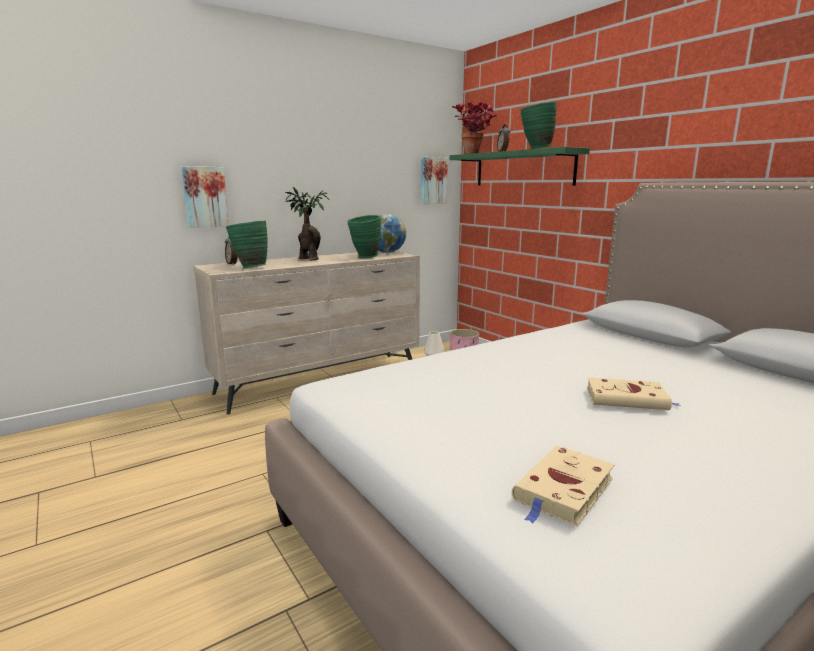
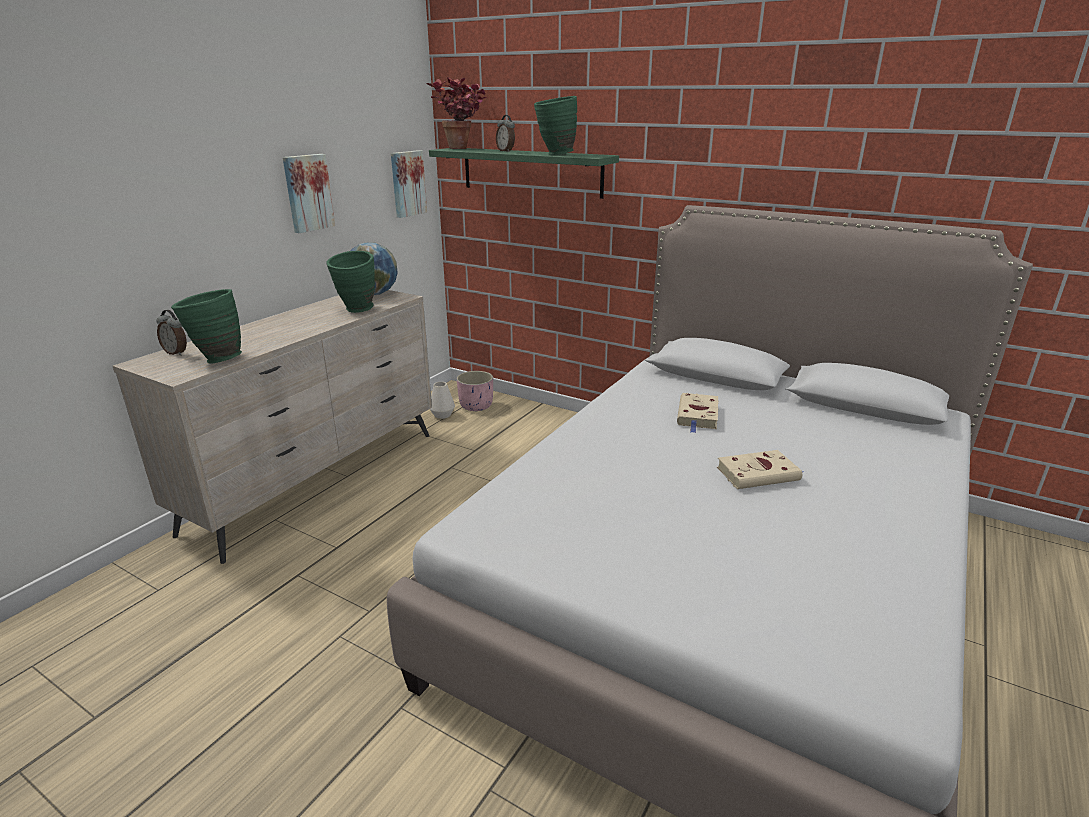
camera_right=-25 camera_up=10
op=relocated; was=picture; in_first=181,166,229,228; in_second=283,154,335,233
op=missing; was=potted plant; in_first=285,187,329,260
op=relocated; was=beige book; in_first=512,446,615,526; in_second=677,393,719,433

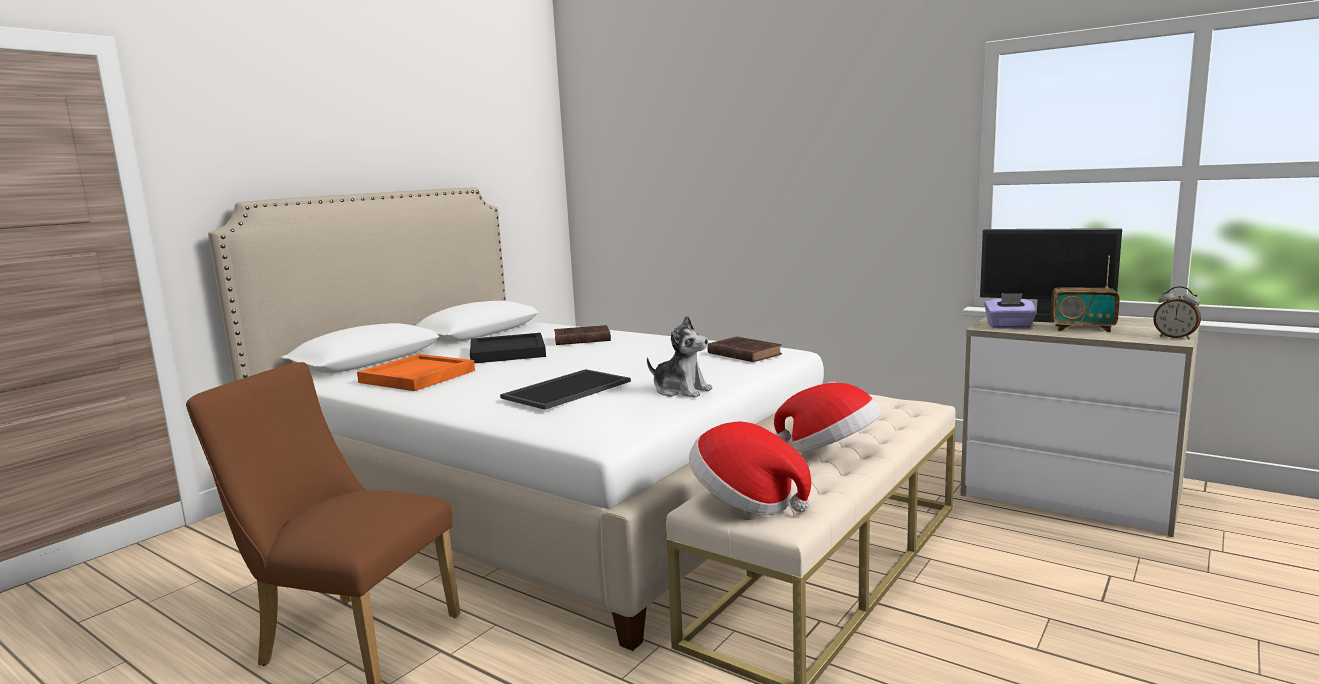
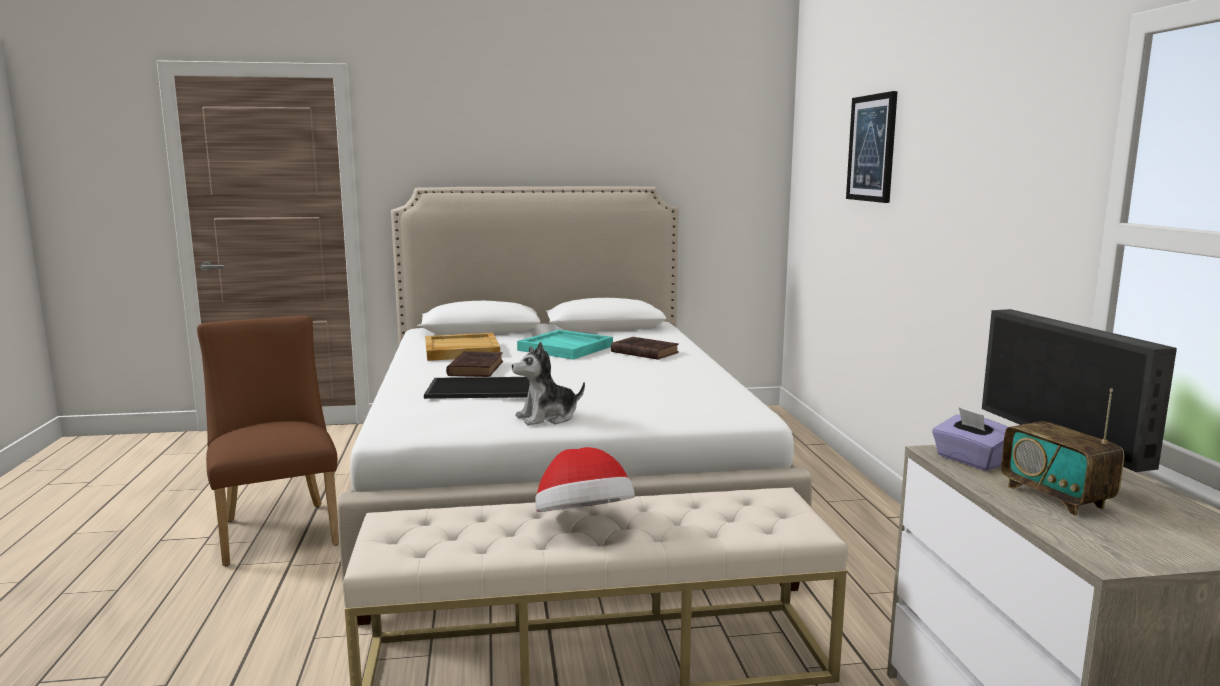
camera_right=45 camera_up=0
op=colour; was=orange tray; now=beige tray; in_first=357,354,475,391; in_second=425,333,500,361
op=colour; was=black tray; now=turquoise tray; in_first=470,333,546,364; in_second=517,330,613,360
op=spun; was=plush toy; in_first=647,316,712,398; in_second=512,342,585,426; clockwise=75
op=missing; was=hat; in_first=689,421,811,515
op=relocated; was=brown book; in_first=707,336,782,362; in_second=446,351,503,377
op=missing; was=alarm clock; in_first=1153,286,1201,339
op=appeared; now=picture; in_second=846,91,898,203

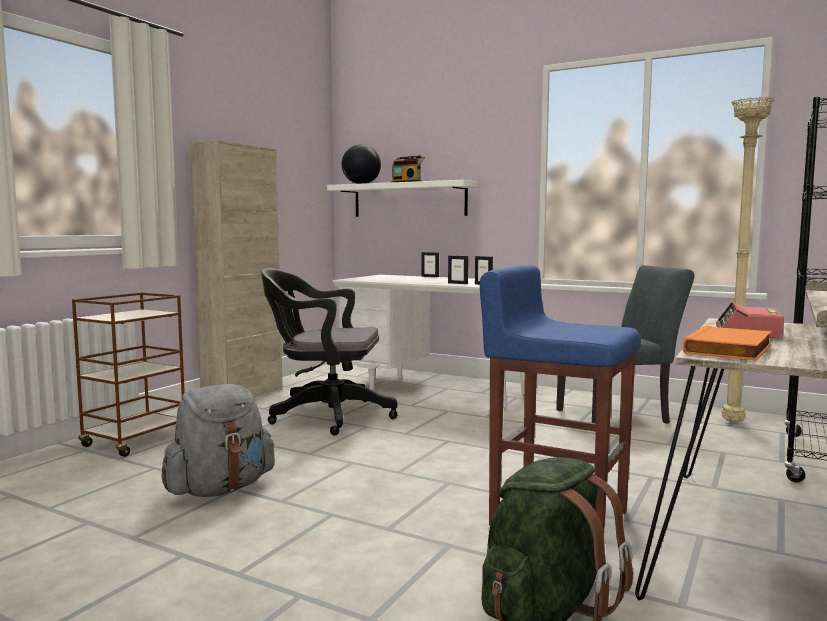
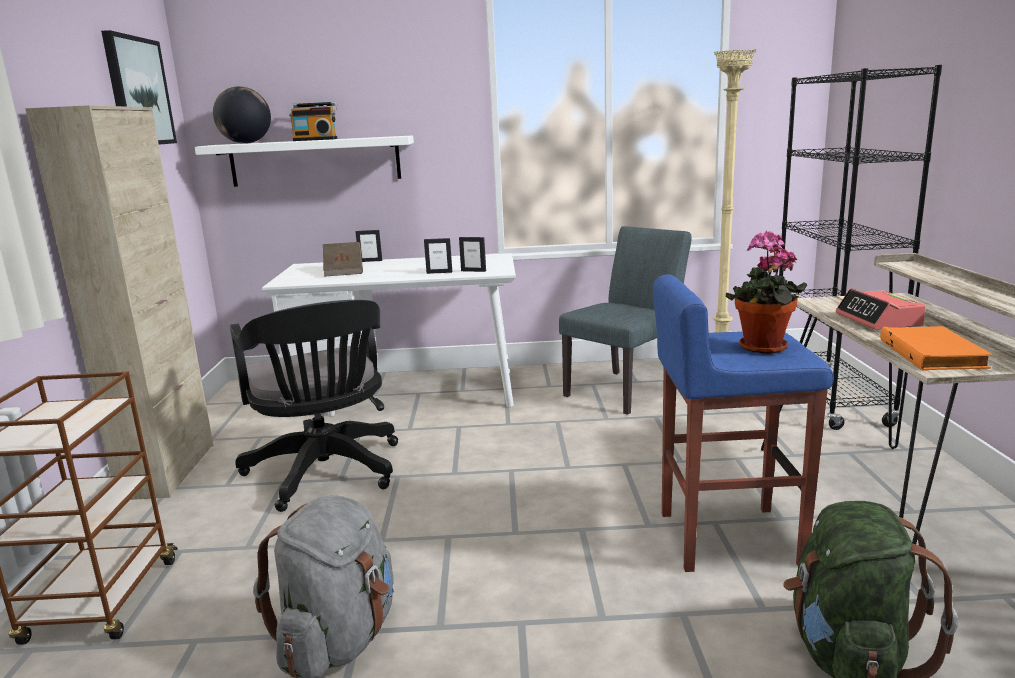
camera_right=-30 camera_up=10
op=spun; was=black office chair; in_first=261,268,397,435; in_second=230,300,398,512; clockwise=-90
op=appeared; now=picture; in_second=101,30,177,145
op=appeared; now=brown book; in_second=323,242,363,277
op=appeared; now=potted plant; in_second=726,230,807,354

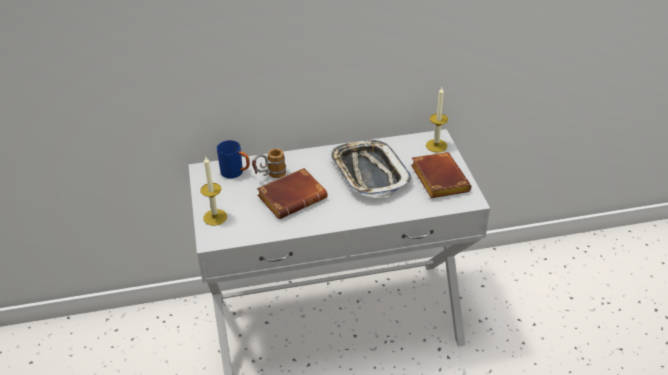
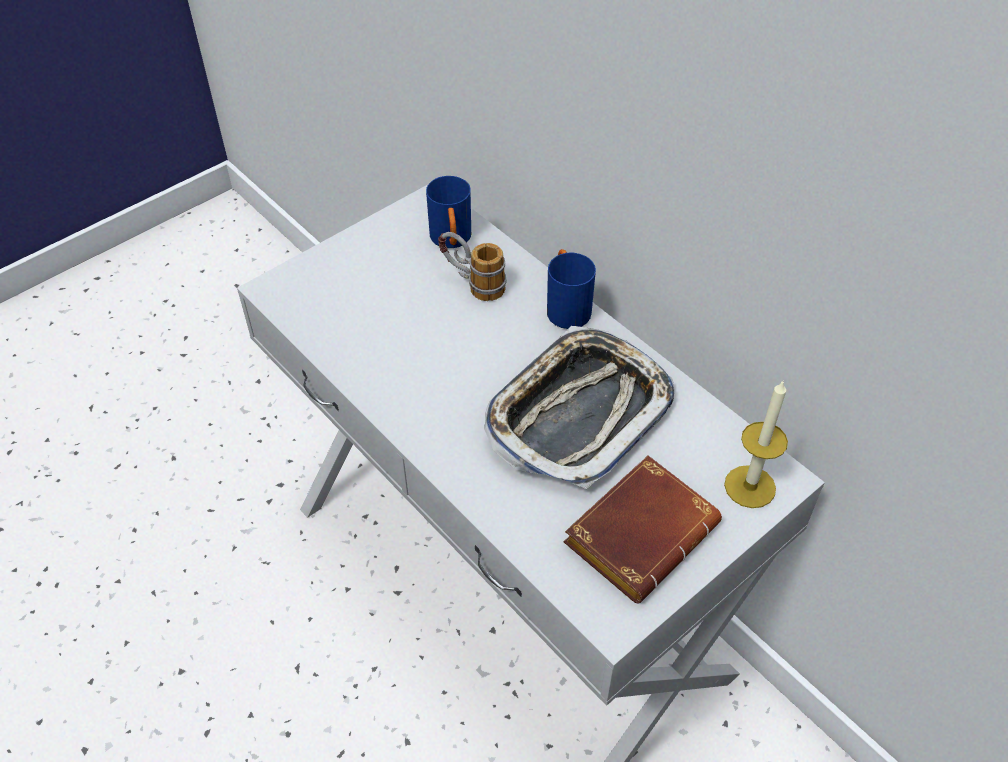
camera_right=60 camera_up=10
op=missing; was=candle; in_first=200,157,227,226
op=missing; was=brown book; in_first=257,168,327,219
op=appeared; now=blue mug; in_second=547,249,596,329

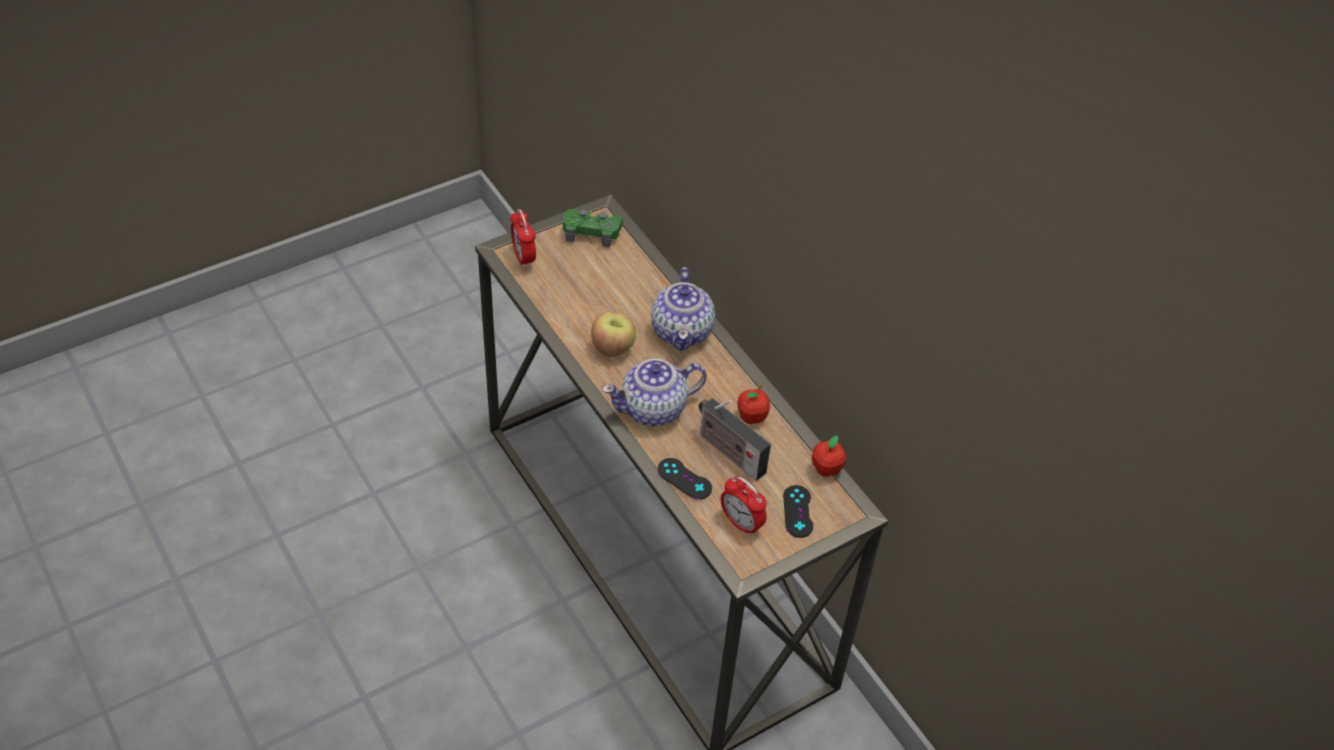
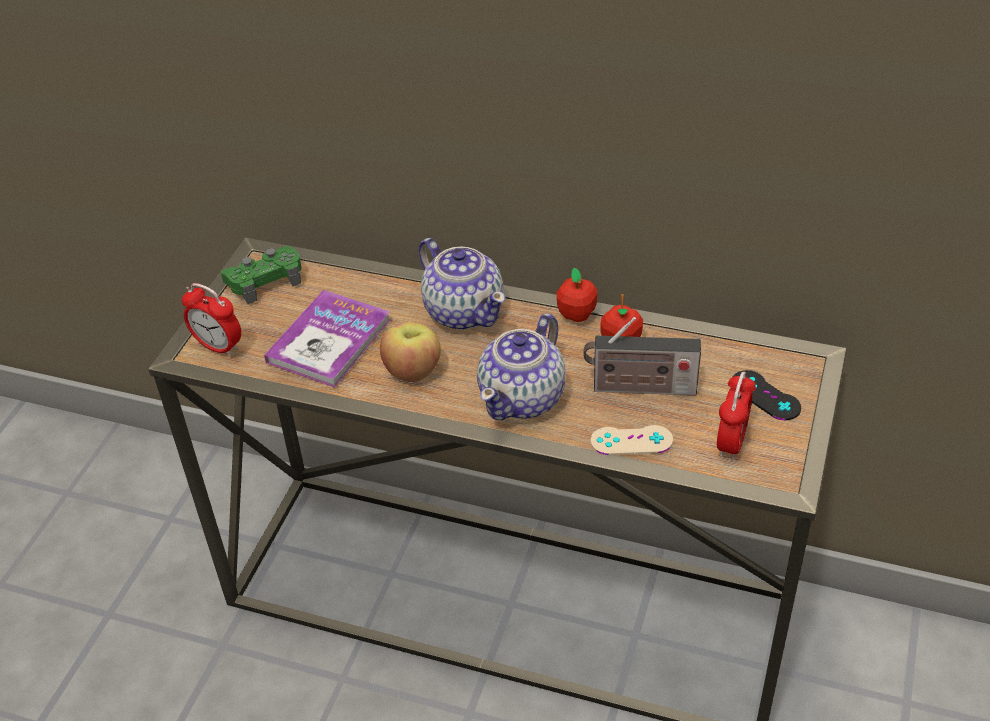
camera_right=-35 camera_up=-5
op=colour; was=black game controller; now=beige game controller; in_first=657,458,712,499; in_second=591,425,673,455
op=spun; was=alarm clock; in_first=721,477,767,536; in_second=717,372,756,461; clockwise=-75
op=relocated; was=apple; in_first=812,435,846,477; in_second=557,268,597,322
op=appeared; now=book; in_second=264,290,391,388

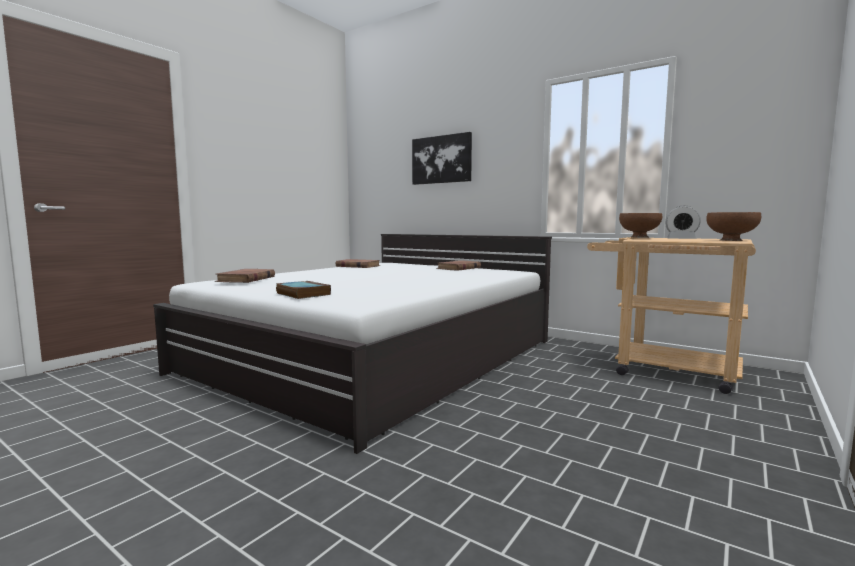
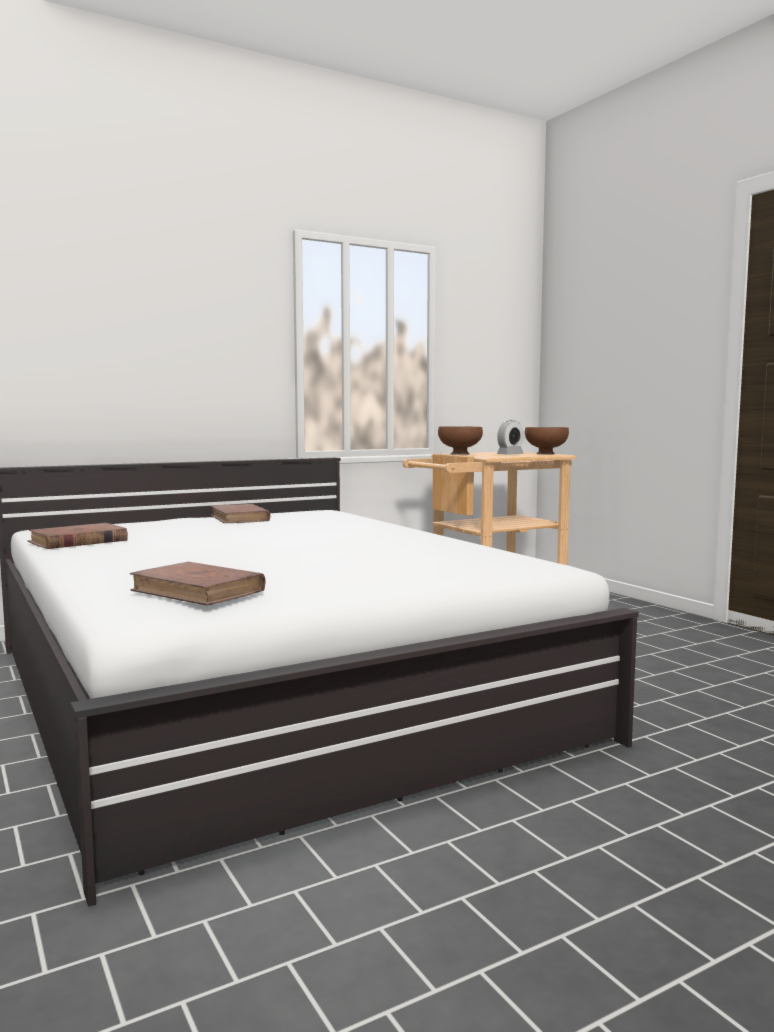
camera_right=-65 camera_up=0
op=missing; was=book; in_first=276,281,331,299
op=missing; was=picture; in_first=412,132,472,185

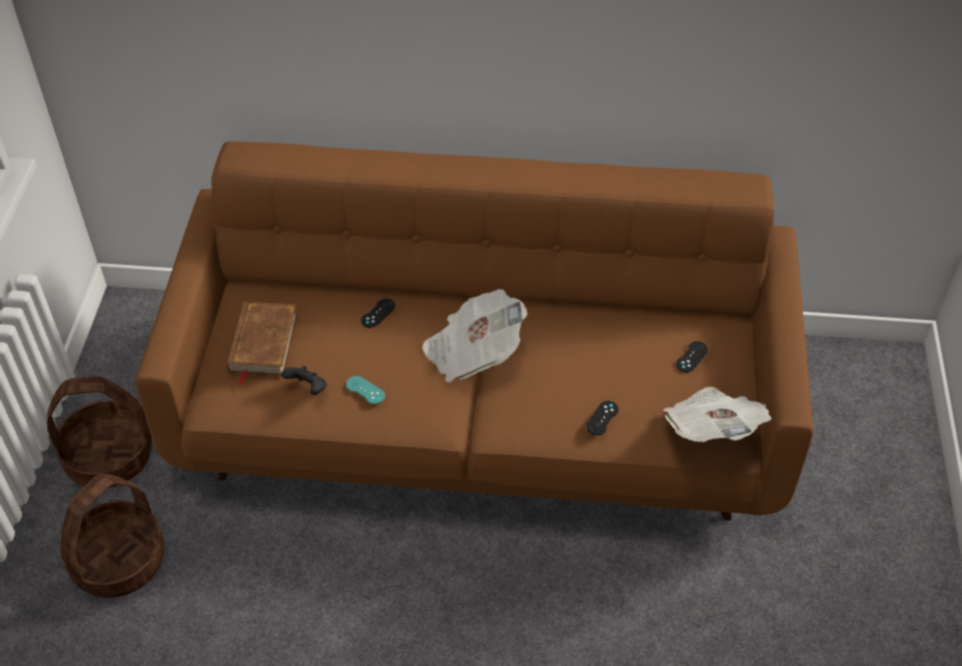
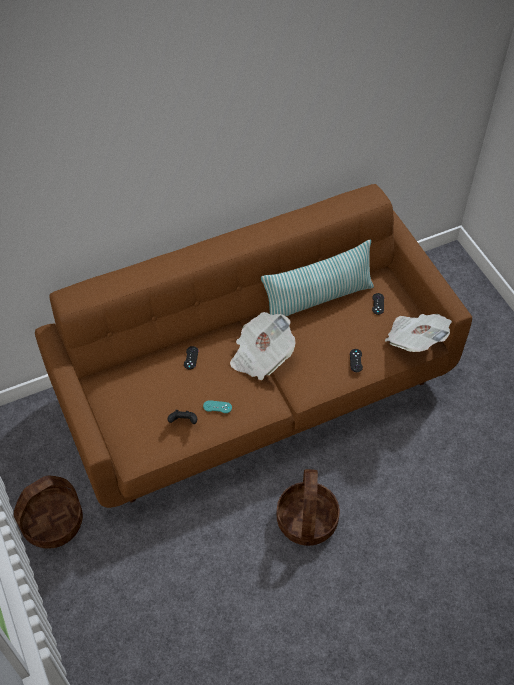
camera_right=-30 camera_up=5
op=relocated; was=basket; in_first=60,474,165,598; in_second=277,469,340,546
op=missing; was=brown book; in_first=227,301,298,385
op=appeared; now=pillow; in_second=261,240,374,316

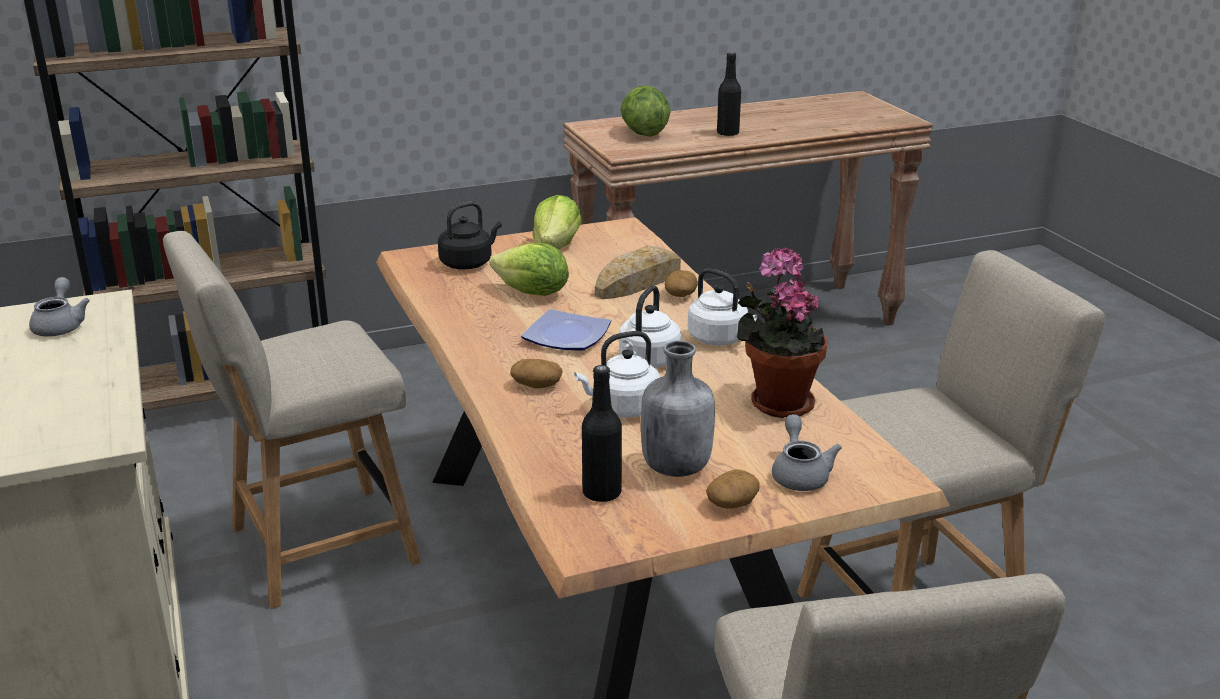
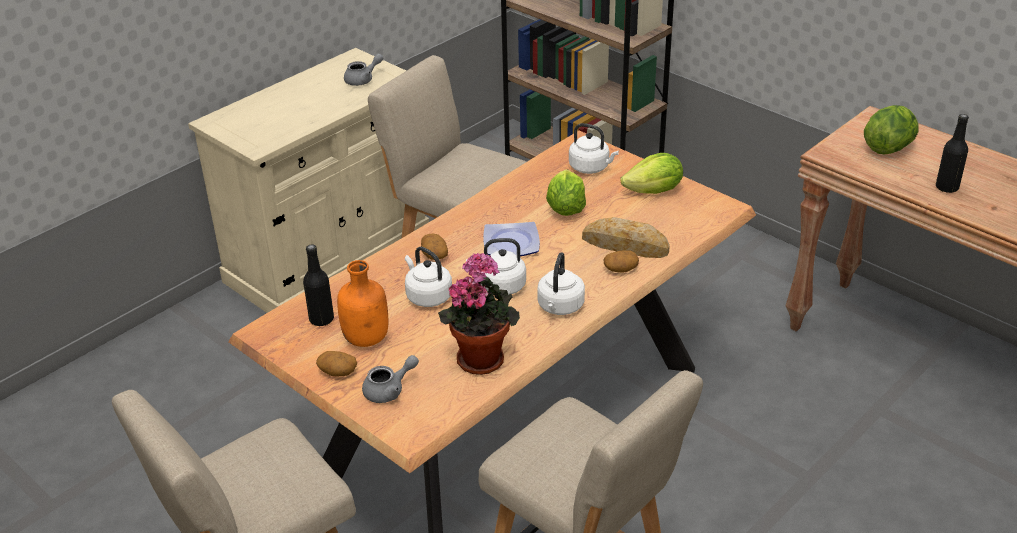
camera_right=65 camera_up=10
op=colour; was=black kettle; now=white kettle; in_first=438,202,502,269; in_second=569,123,619,174
op=colour; was=grey bottle; now=orange bottle; in_first=641,341,715,477; in_second=337,260,388,347

